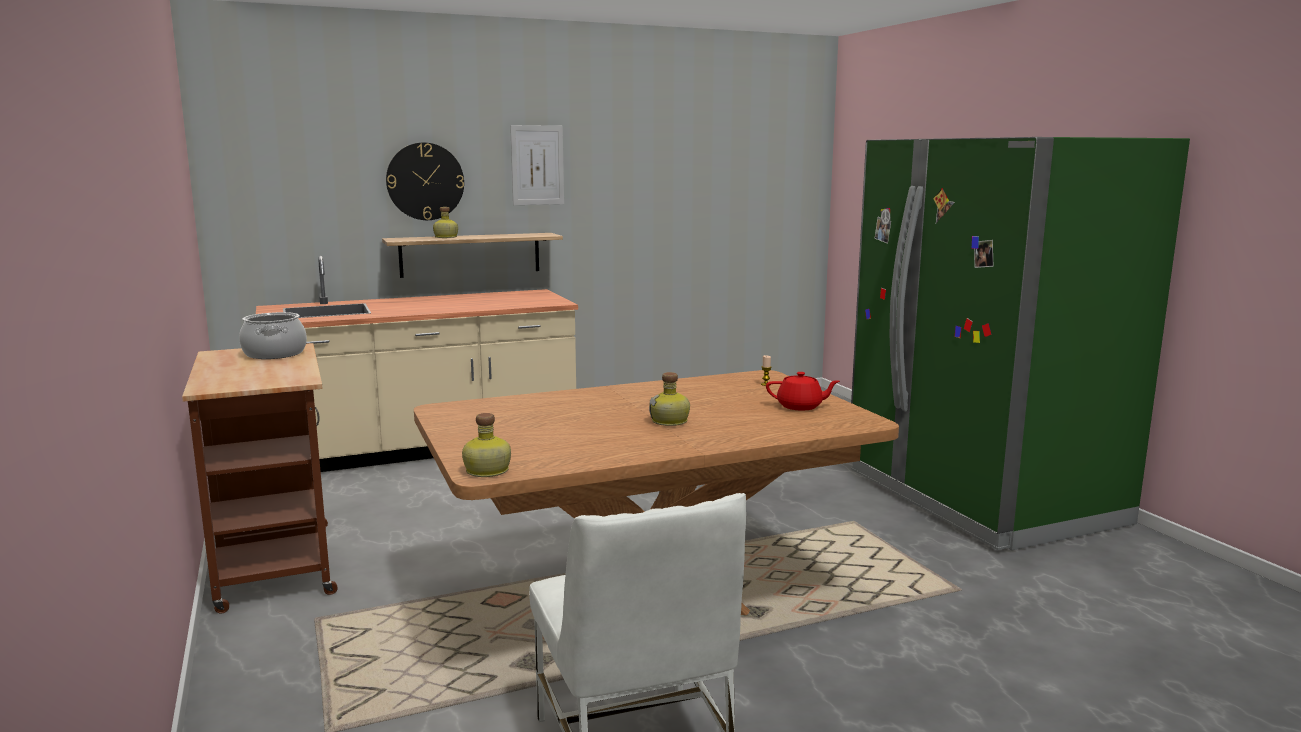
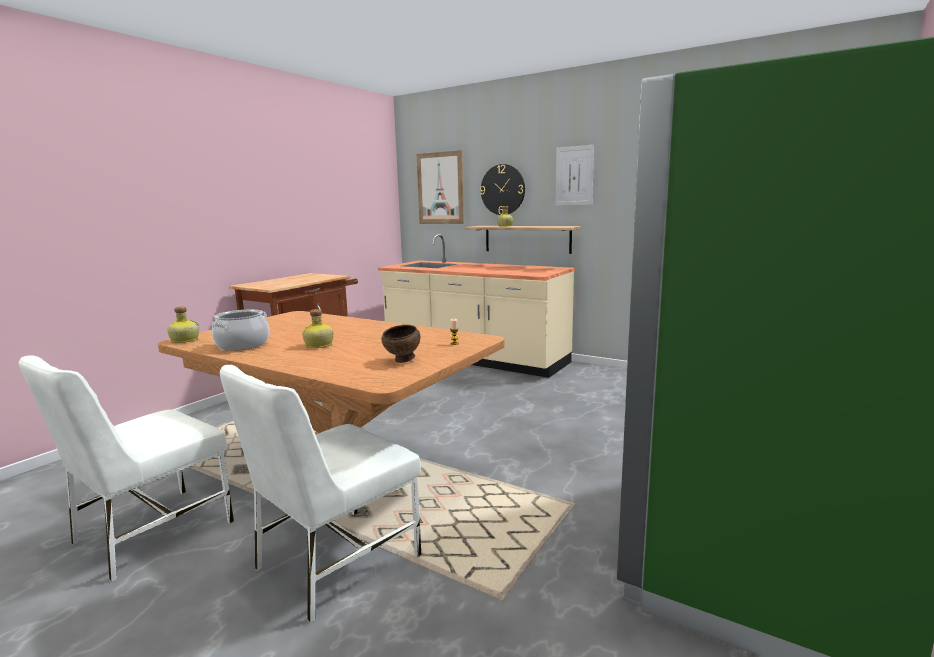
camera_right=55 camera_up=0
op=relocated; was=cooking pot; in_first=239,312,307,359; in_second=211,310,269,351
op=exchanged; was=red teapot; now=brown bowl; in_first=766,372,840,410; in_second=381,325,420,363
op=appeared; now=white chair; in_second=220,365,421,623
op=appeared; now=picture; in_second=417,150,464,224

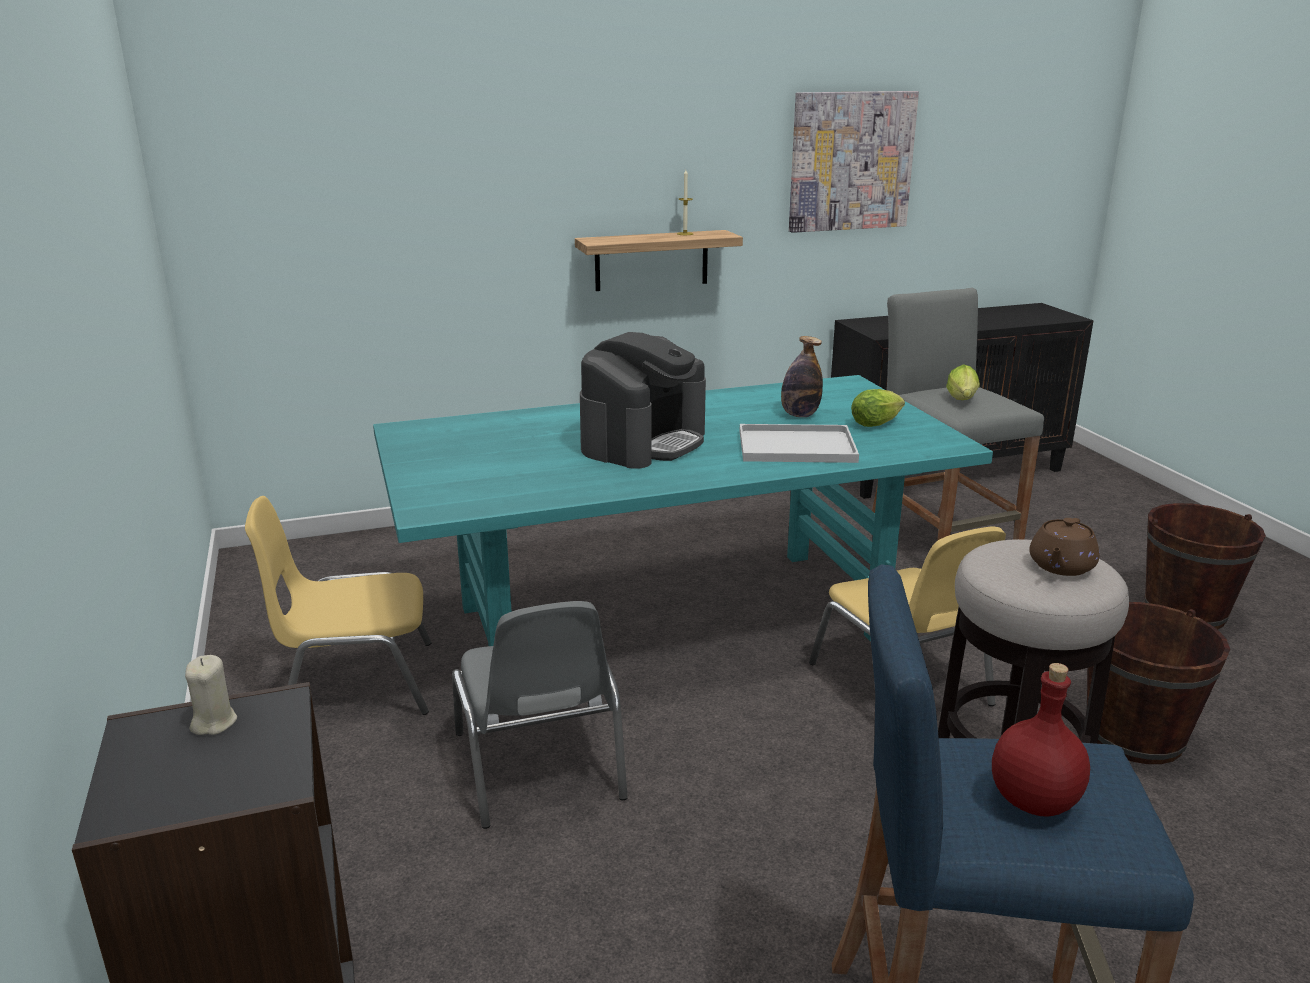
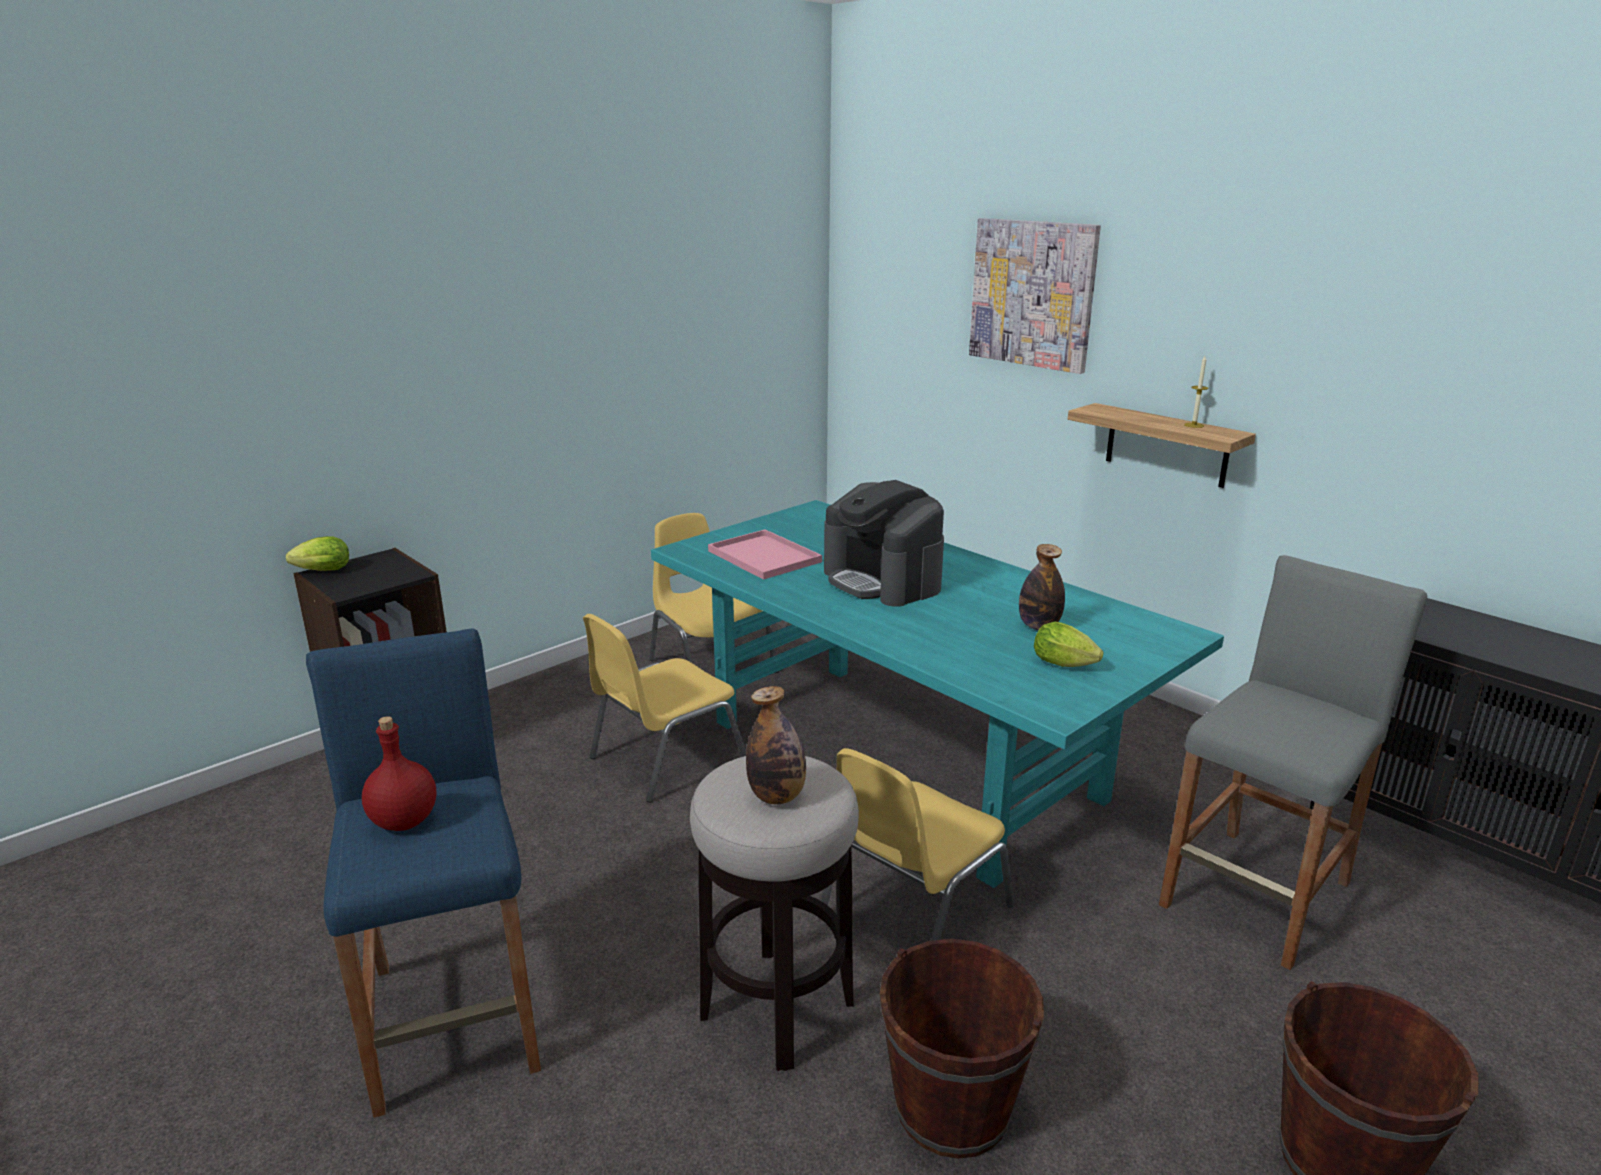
camera_right=65 camera_up=0
op=missing; was=beige candle; in_first=185,655,237,735
op=colour; was=grey chair; now=yellow chair; in_first=452,601,628,829; in_second=583,614,746,803
op=spun; was=coffee machine; in_first=580,332,706,469; in_second=824,480,944,607; clockwise=45
op=missing; was=white tray; in_first=739,424,859,463
op=relocated; was=picture; in_first=789,91,919,233; in_second=969,218,1101,374
op=relocated; was=lettuce; in_first=946,364,980,400; in_second=286,536,349,571
op=exchanged; was=brown teapot; now=bottle; in_first=1029,518,1100,576; in_second=746,686,806,804
op=appeared; now=pink tray; in_second=708,529,822,580

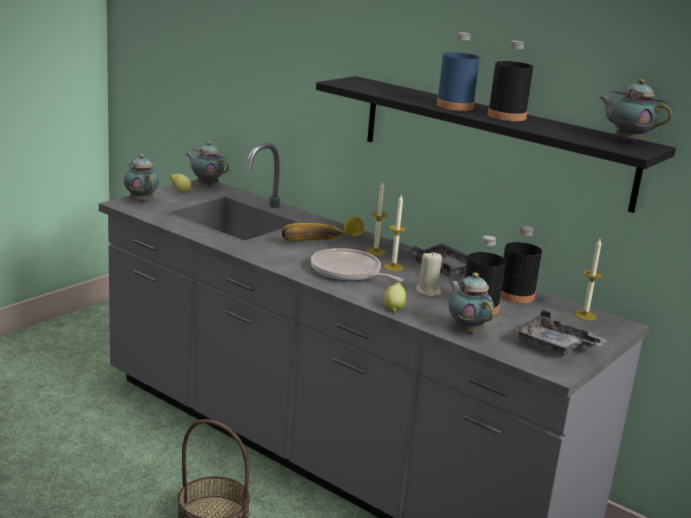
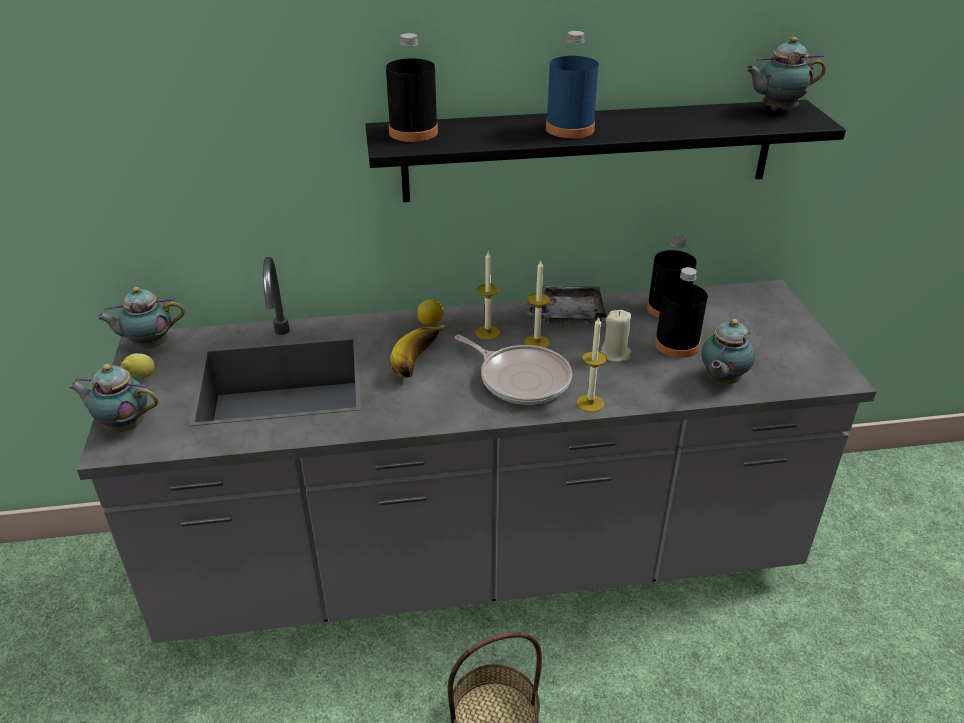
camera_right=-45 camera_up=15
op=spun; was=frying pan; in_first=311,248,404,282; in_second=455,335,572,405; clockwise=-135
op=missing; was=lemon; in_first=384,283,406,312
op=spun; was=teapot; in_first=448,273,494,334; in_second=701,319,755,384; clockwise=-75
op=relocated; was=black bottle; in_first=488,41,533,121; in_second=386,33,438,142
op=missing; was=grey tray; in_first=514,310,608,356
op=relocated; was=candle; in_first=574,239,603,321; in_second=577,316,607,412

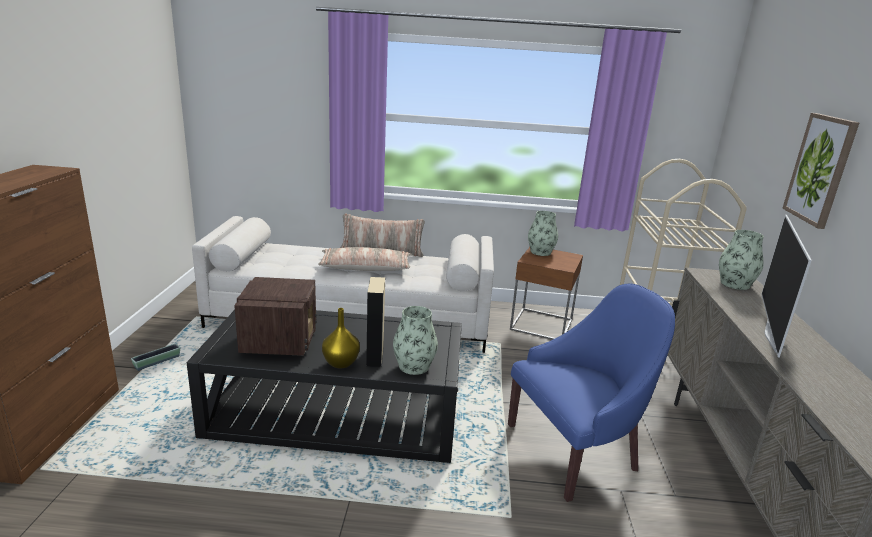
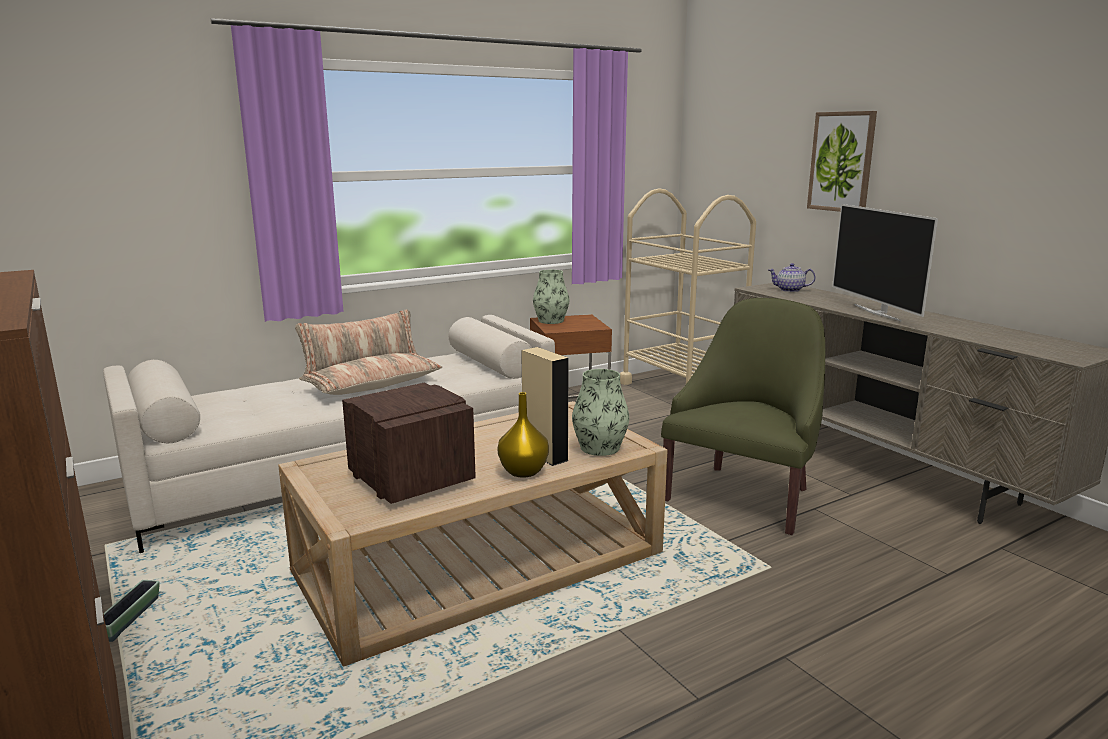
camera_right=-35 camera_up=-5
op=colour; was=black coffee table; now=beige coffee table; in_first=187,310,462,463; in_second=278,401,667,667
op=colour; was=blue armchair; now=green armchair; in_first=508,284,675,502; in_second=661,298,825,535
op=exchanged; was=vase; now=teapot; in_first=719,230,764,290; in_second=768,263,815,292

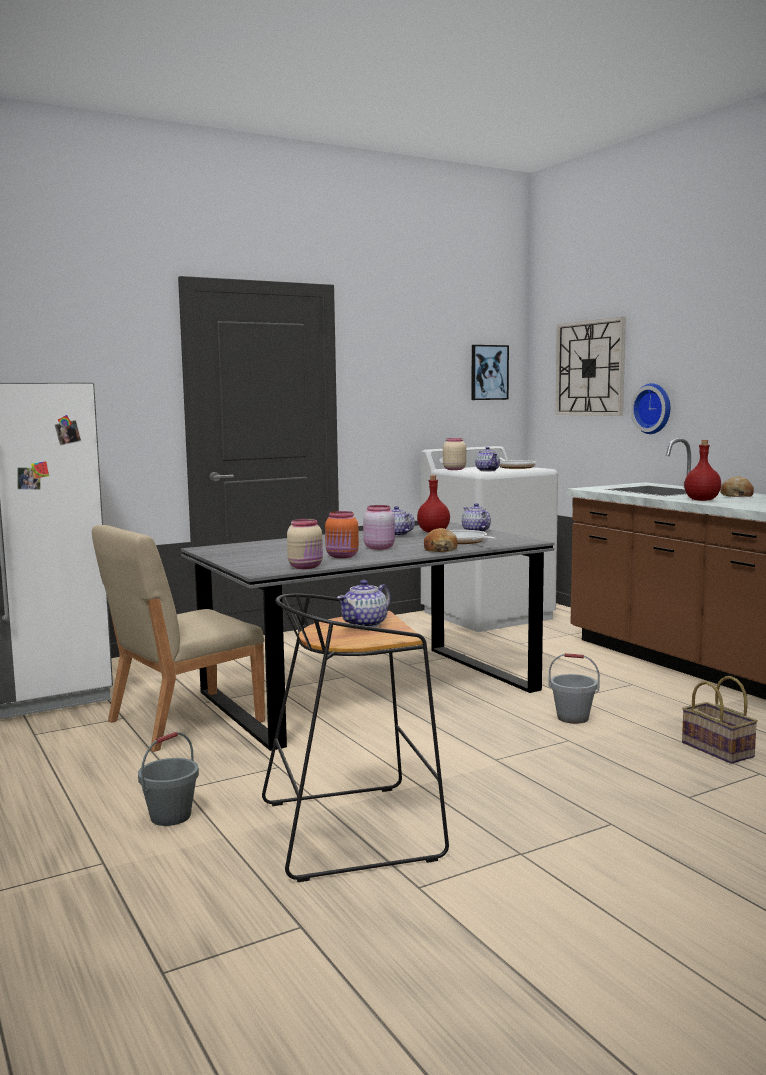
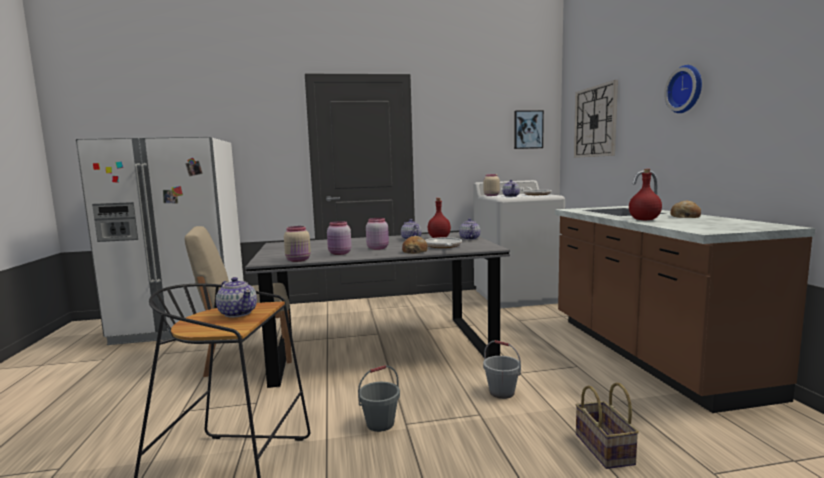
camera_right=20 camera_up=0
op=relocated; was=grey bucket; in_first=138,732,199,826; in_second=358,365,400,432
op=colour; was=orange jar; now=pink jar; in_first=325,511,359,558; in_second=327,221,352,255
op=spun; was=teapot; in_first=337,580,390,627; in_second=216,277,257,317; clockwise=-105
op=relocated; was=wall clock; in_first=630,383,670,434; in_second=664,65,702,113

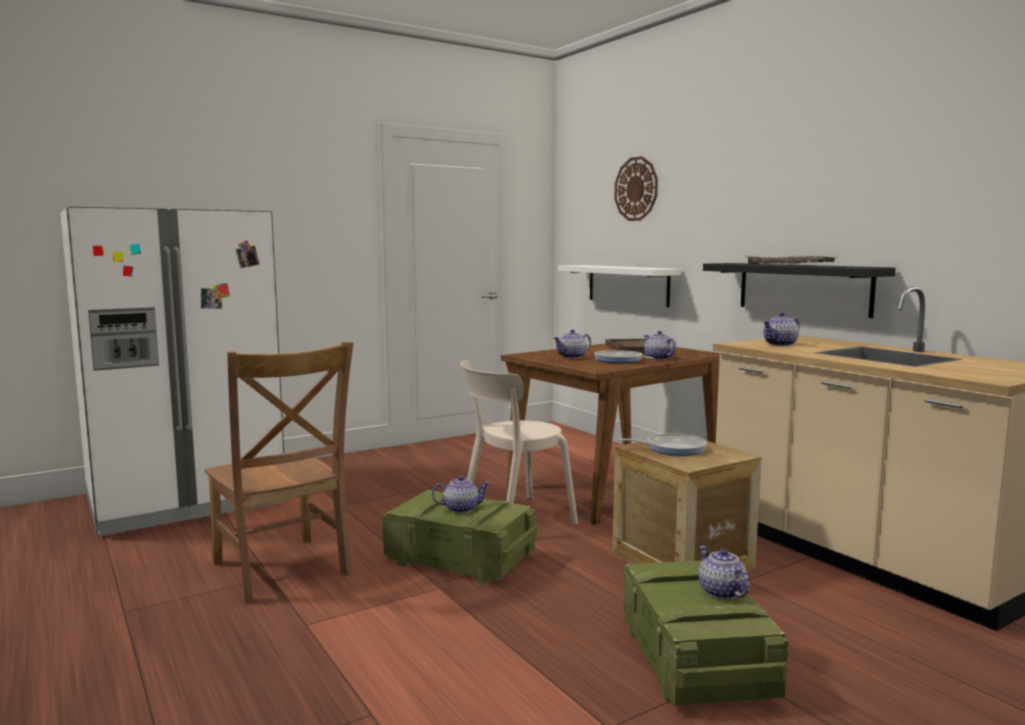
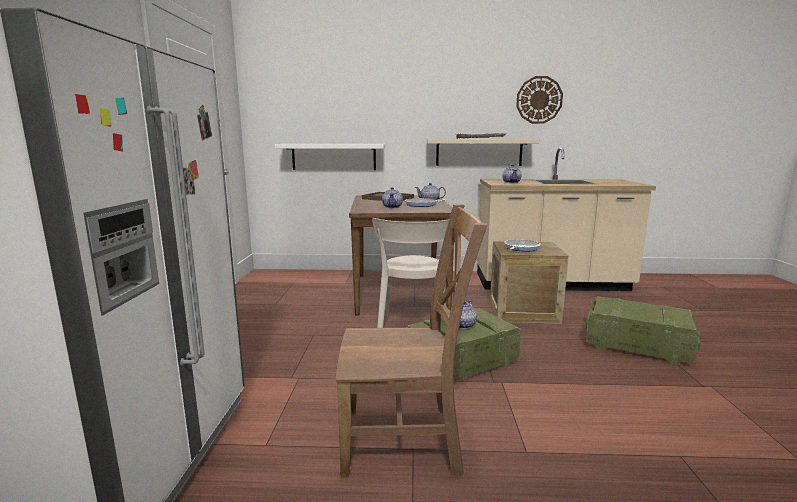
camera_right=-55 camera_up=5
op=relocated; was=wall clock; in_first=614,156,658,221; in_second=516,76,563,124
op=missing; was=teapot; in_first=699,546,750,599
op=colour; was=black shelf; now=beige shelf; in_first=703,263,895,318; in_second=427,139,540,166

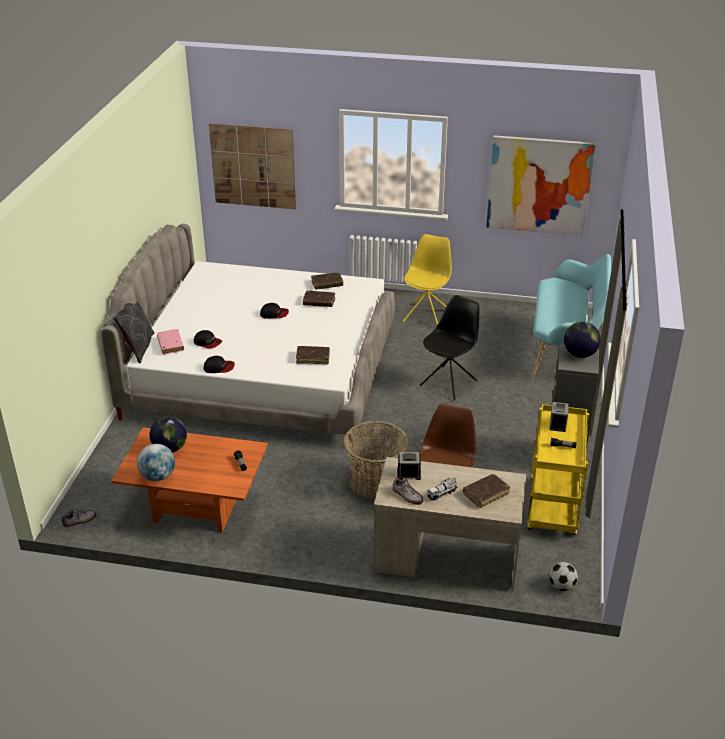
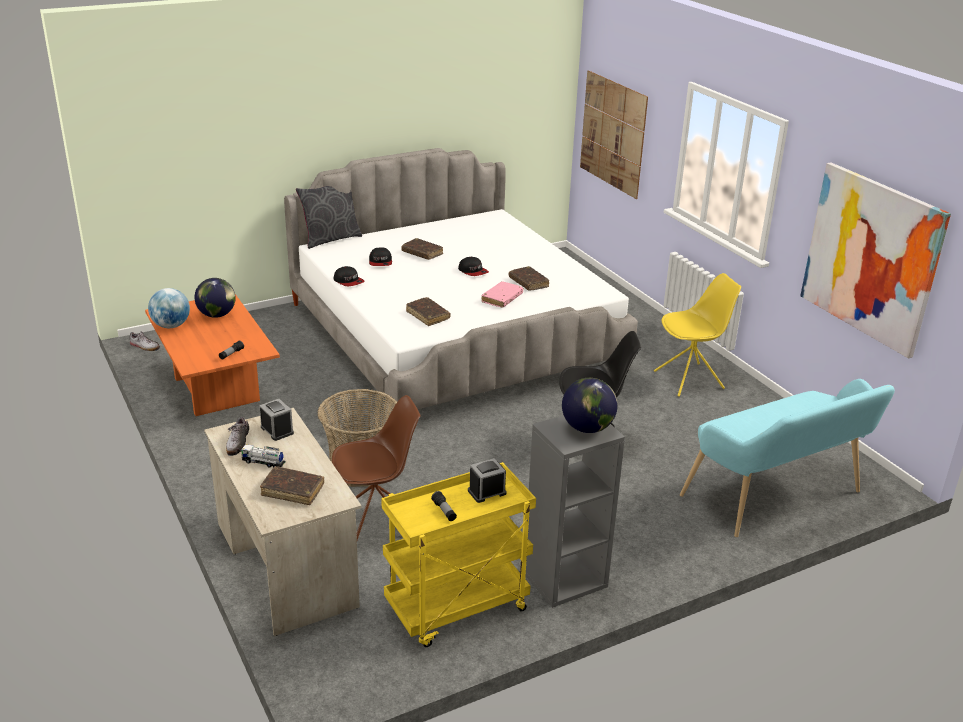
camera_right=50 camera_up=-5
op=relocated; was=pink book; in_first=157,329,184,355; in_second=481,281,523,308
op=relocated; was=brown book; in_first=311,272,343,289; in_second=401,238,443,260
op=missing; was=football; in_first=549,562,578,591

